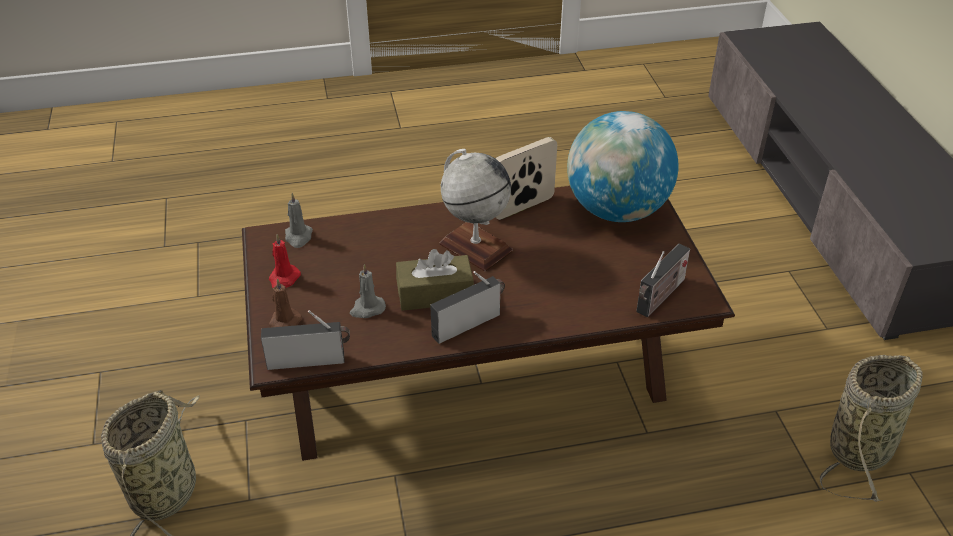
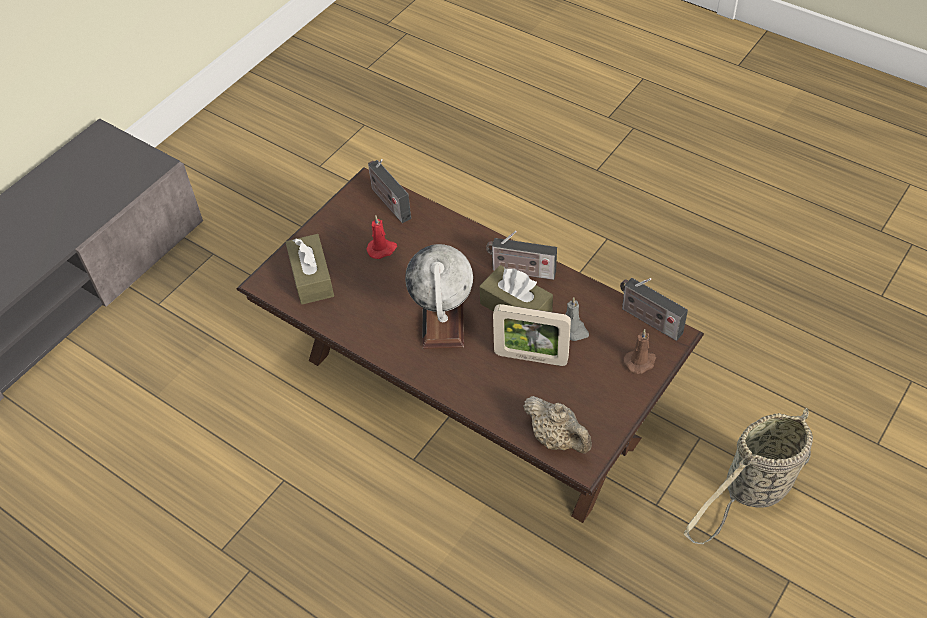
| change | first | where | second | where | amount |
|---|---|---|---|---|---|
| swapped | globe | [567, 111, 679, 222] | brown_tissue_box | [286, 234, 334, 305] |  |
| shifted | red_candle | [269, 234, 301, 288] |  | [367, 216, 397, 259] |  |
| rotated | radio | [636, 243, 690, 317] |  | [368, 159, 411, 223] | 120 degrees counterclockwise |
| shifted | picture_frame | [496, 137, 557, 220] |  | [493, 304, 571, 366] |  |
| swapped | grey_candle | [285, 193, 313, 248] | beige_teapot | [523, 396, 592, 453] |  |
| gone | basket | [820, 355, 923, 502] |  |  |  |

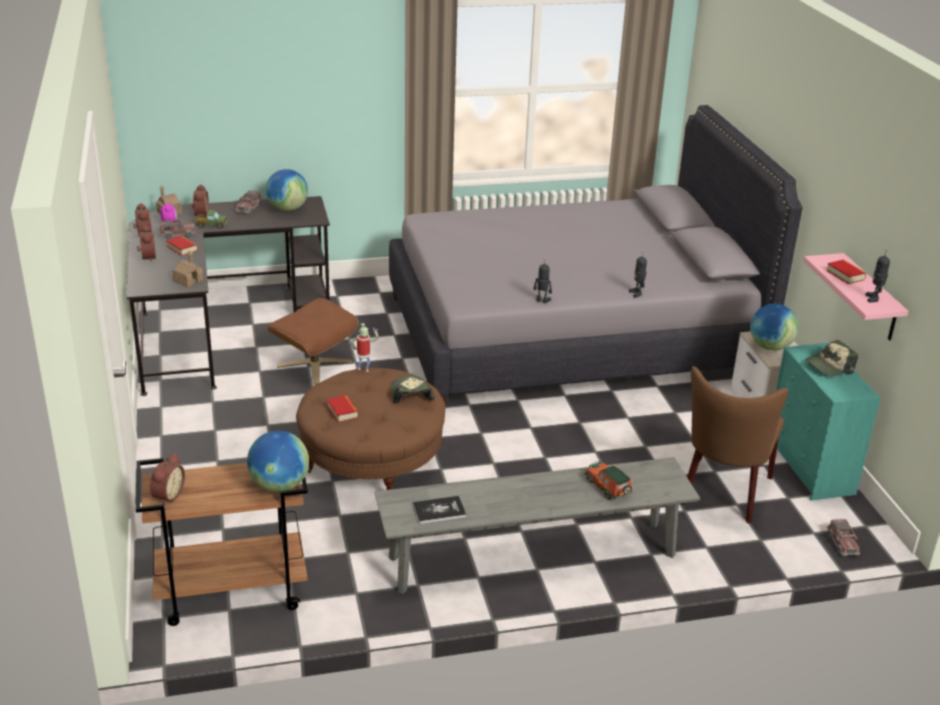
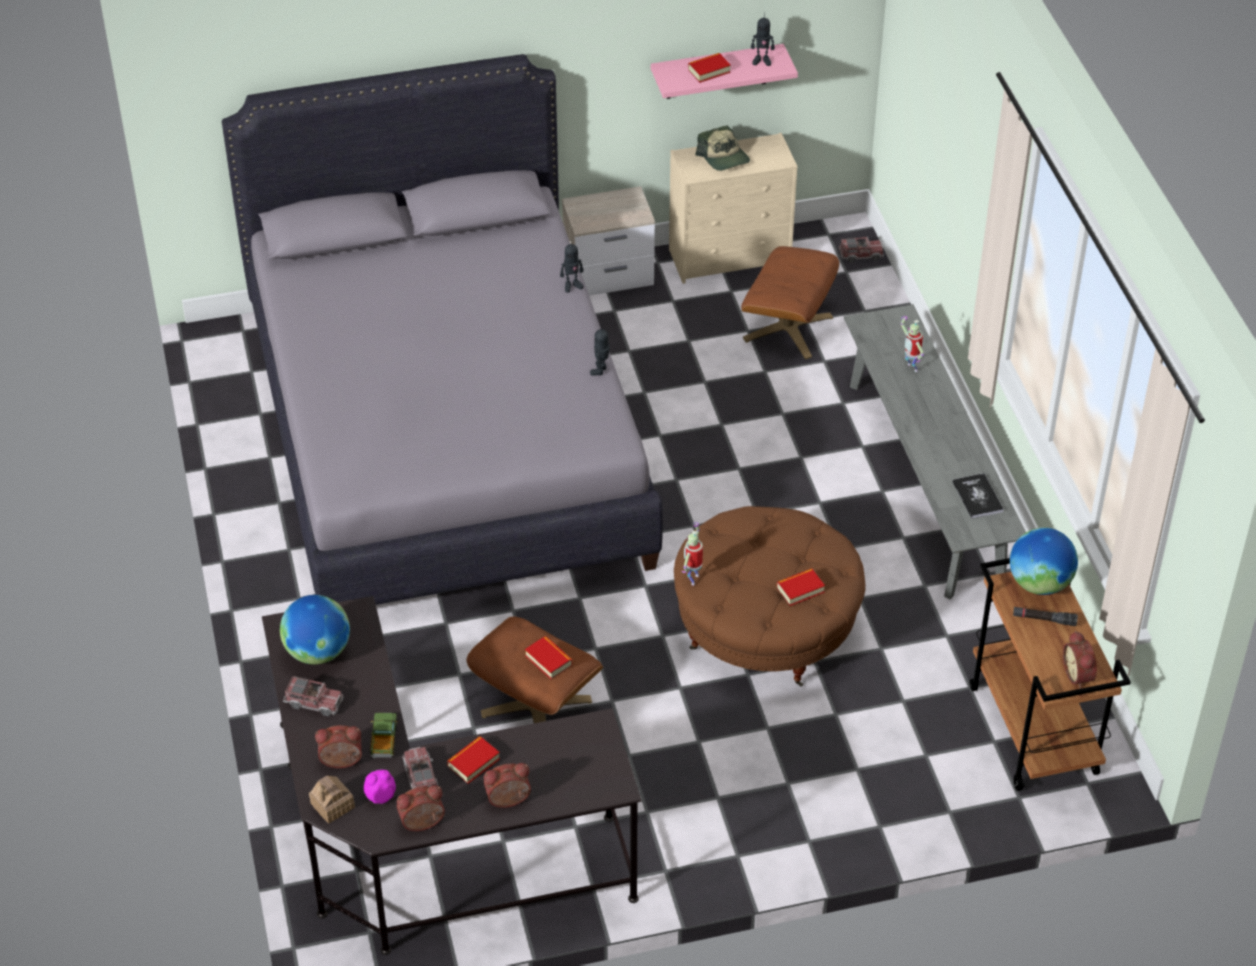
| change | first | where | second | where | amount |
|---|---|---|---|---|---|
| new |  |  | book | [525, 636, 572, 679] |  |
| repainted | turquoise_dresser | [776, 343, 881, 500] | beige_dresser | [669, 133, 797, 284] |  |
| swapped | brown_chair | [681, 366, 788, 523] | brown_ottoman | [741, 246, 839, 359] |  |
| swapped | toy_car | [584, 461, 632, 499] | toy_robot | [901, 316, 924, 372] |  |
| new |  |  | black_flashlight | [1013, 607, 1078, 626] |  |
| rotated | alarm_clock | [150, 453, 185, 505] |  | [1063, 631, 1097, 689] | 120 degrees counterclockwise |
| gone | toy_house | [173, 250, 203, 288] |  |  |  |
| gone | cap | [391, 375, 435, 404] |  |  |  |
| gone | globe | [750, 304, 799, 350] |  |  |  |

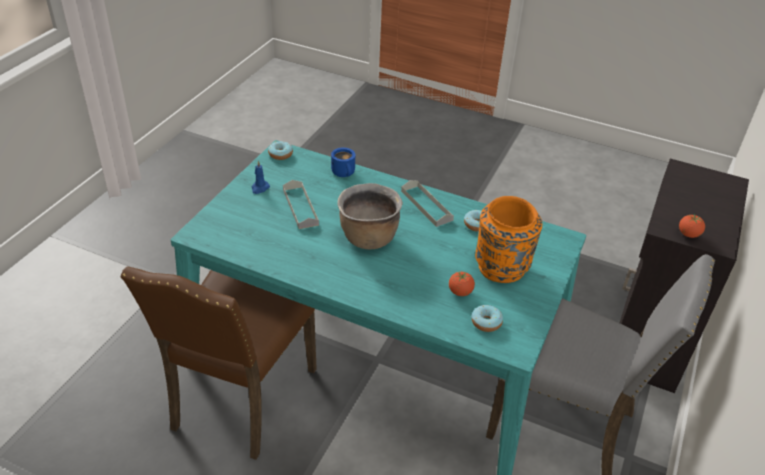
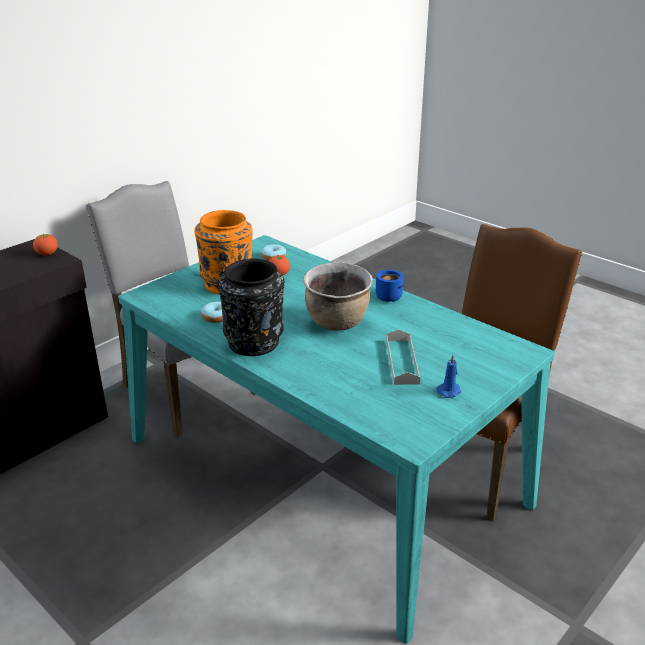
| change | first | where | second | where | amount |
|---|---|---|---|---|---|
| swapped | grey_tray | [401, 180, 454, 227] | black_vase | [218, 258, 284, 356] |  |
| shifted | blue_mug | [331, 148, 355, 177] |  | [376, 270, 404, 302] |  |
| gone | donut | [268, 141, 293, 160] |  |  |  |

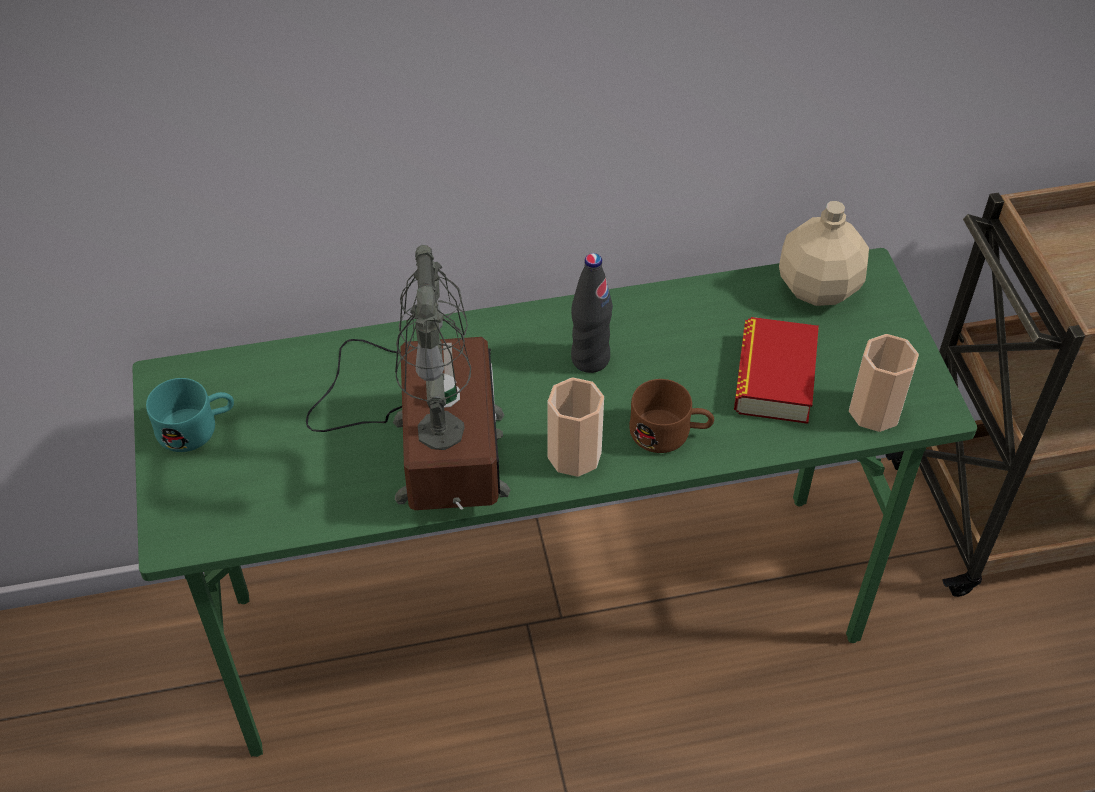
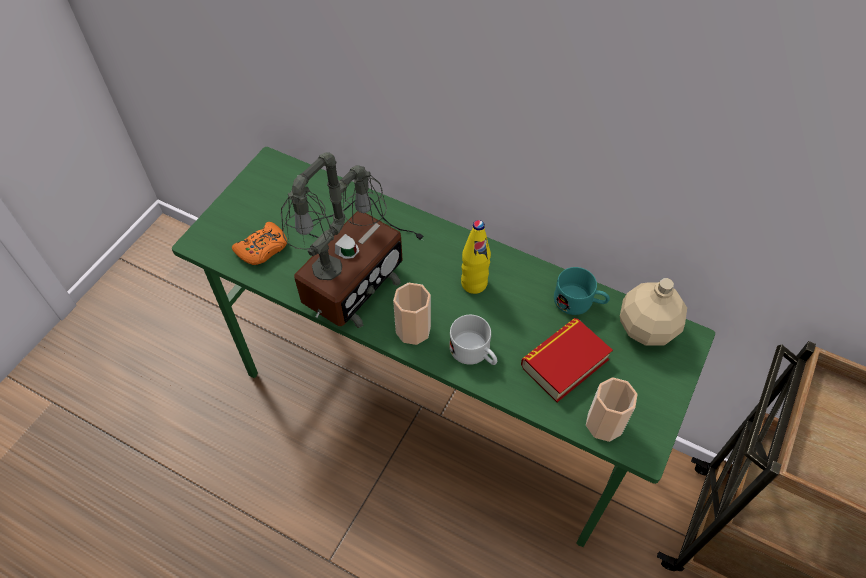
| change | first | where | second | where | amount |
|---|---|---|---|---|---|
| new |  |  | orange_game_controller | [232, 222, 287, 265] |  |
| repainted | brown_mug | [629, 379, 714, 453] | white_mug | [449, 315, 497, 365] |  |
| repainted | black_bottle | [571, 253, 613, 373] | yellow_bottle | [461, 220, 491, 294] |  |
| shifted | turquoise_mug | [146, 378, 234, 452] |  | [554, 267, 610, 315] |  |

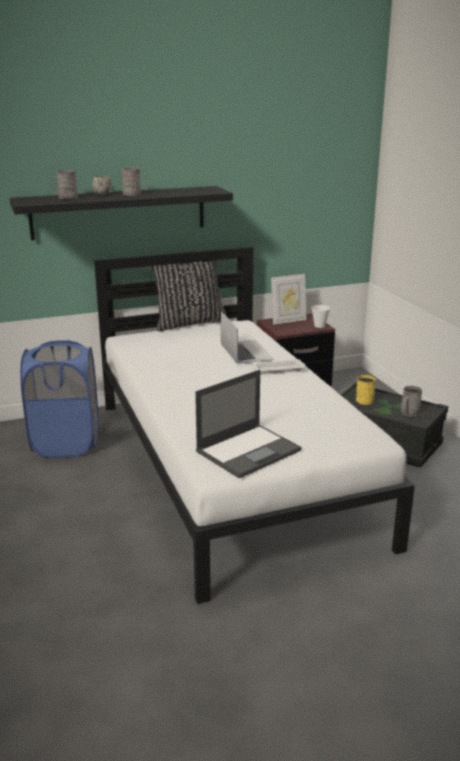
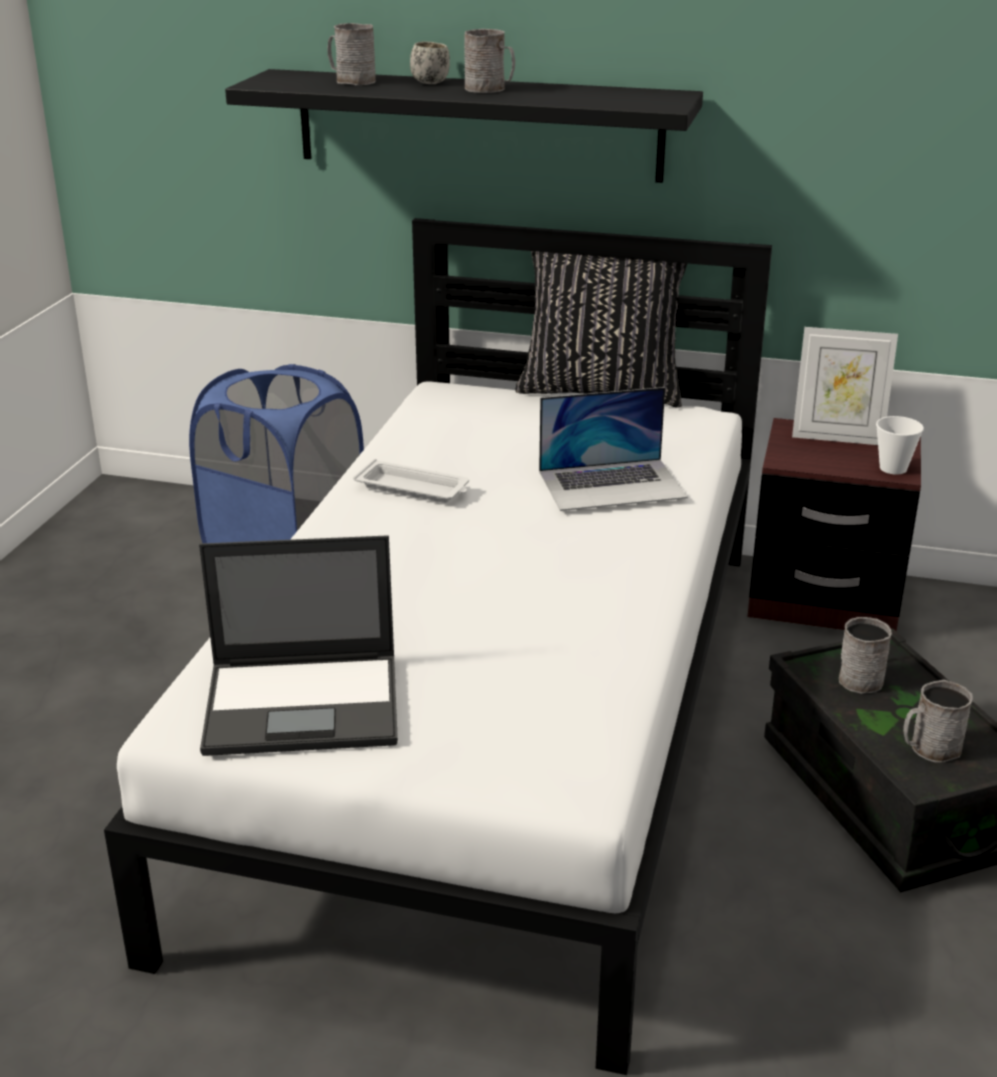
| change | first | where | second | where | amount |
|---|---|---|---|---|---|
| shifted | white_tray | [252, 359, 305, 374] |  | [353, 459, 469, 503] |  |
| rotated | laptop | [221, 311, 274, 364] |  | [539, 387, 688, 511] | 60 degrees clockwise |
| repainted | yellow_mug | [356, 375, 376, 405] | grey_mug | [839, 617, 892, 694] |  |

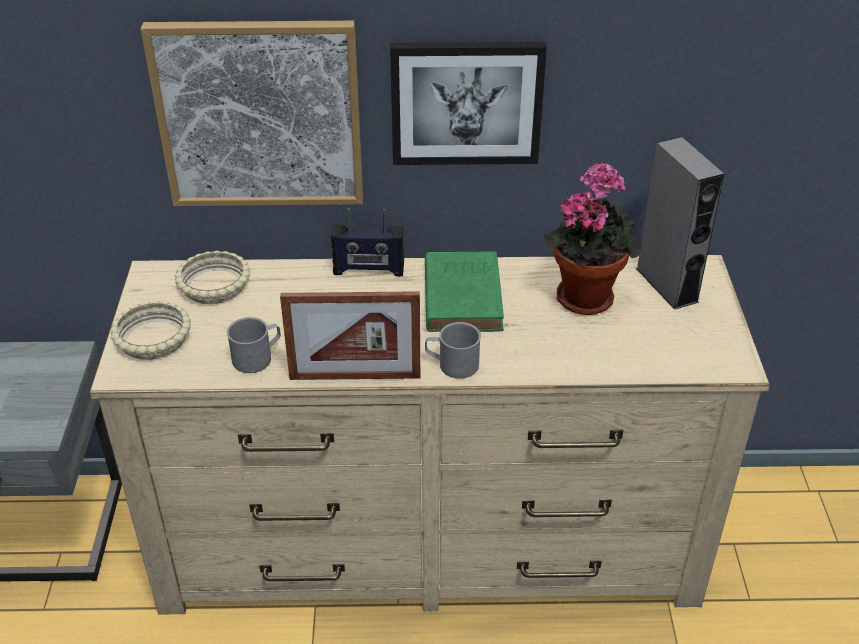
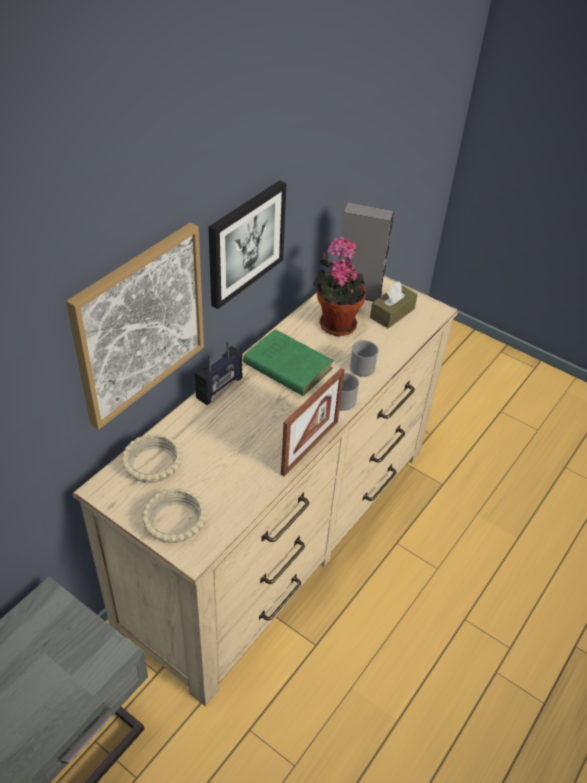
| change | first | where | second | where | amount |
|---|---|---|---|---|---|
| shifted | grey_mug | [227, 317, 281, 373] |  | [350, 340, 379, 377] |  |
| new |  |  | brown_tissue_box | [370, 282, 418, 328] |  |

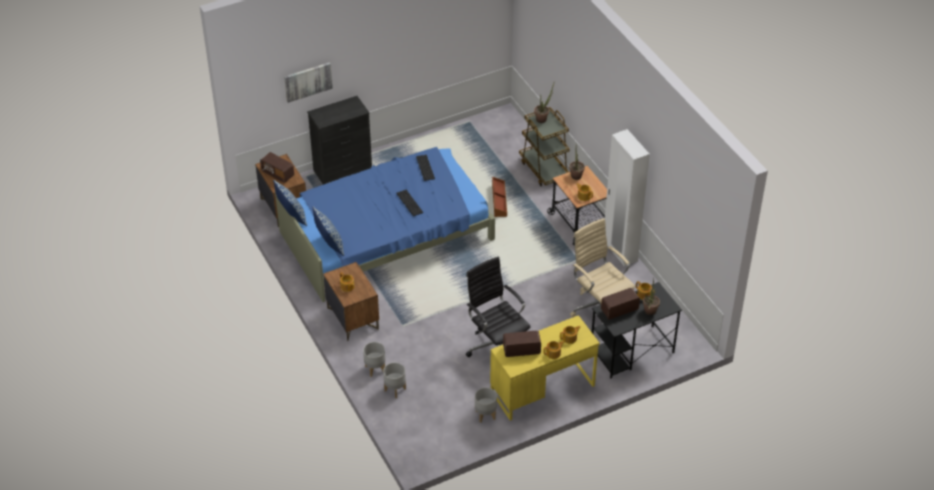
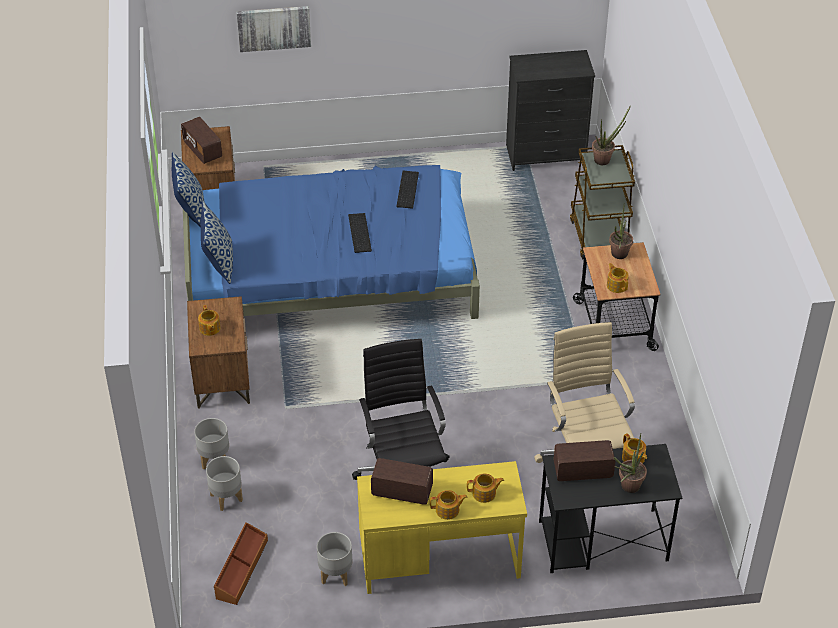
| change | first | where | second | where | amount |
|---|---|---|---|---|---|
| shifted | brown_storage_box | [492, 177, 507, 217] |  | [214, 522, 268, 605] |  |
| shifted | black_dresser | [307, 96, 372, 185] |  | [506, 50, 595, 171] |  |
| gone | white_wardrobe | [605, 129, 650, 266] |  |  |  |

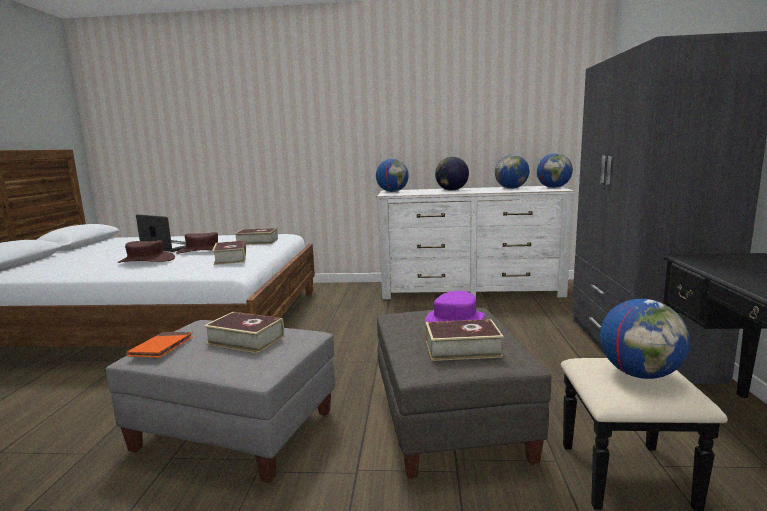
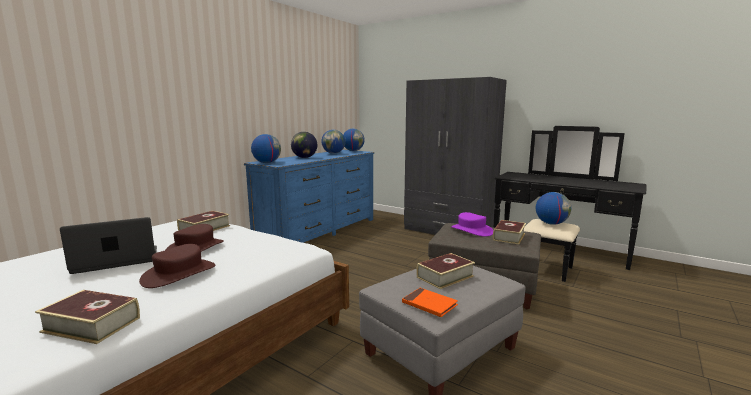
| change | first | where | second | where | amount |
|---|---|---|---|---|---|
| shifted | book | [212, 240, 246, 265] |  | [35, 290, 140, 344] |  |
| repainted | white_dresser | [377, 186, 575, 299] | blue_dresser | [244, 150, 374, 243] |  |

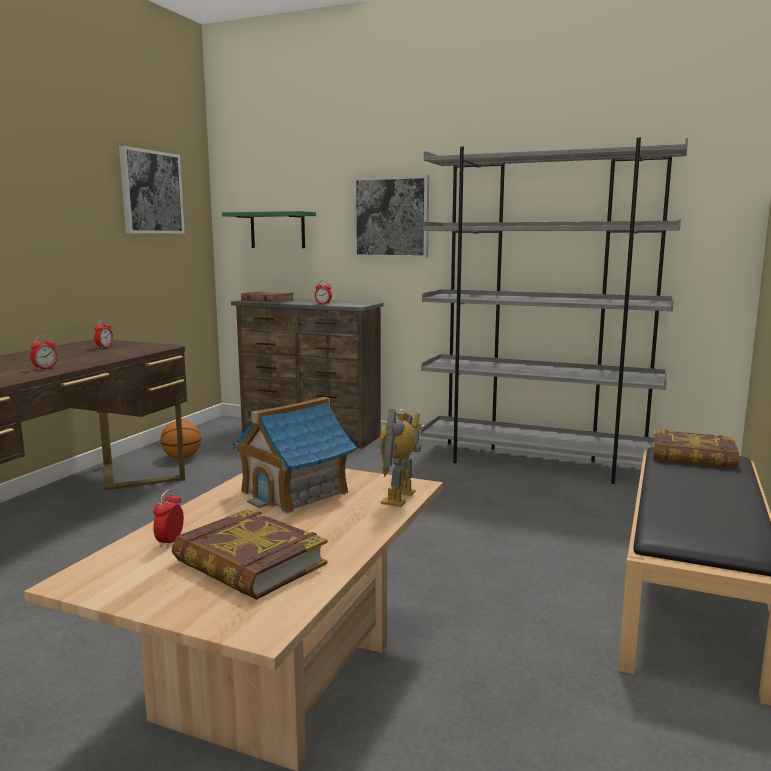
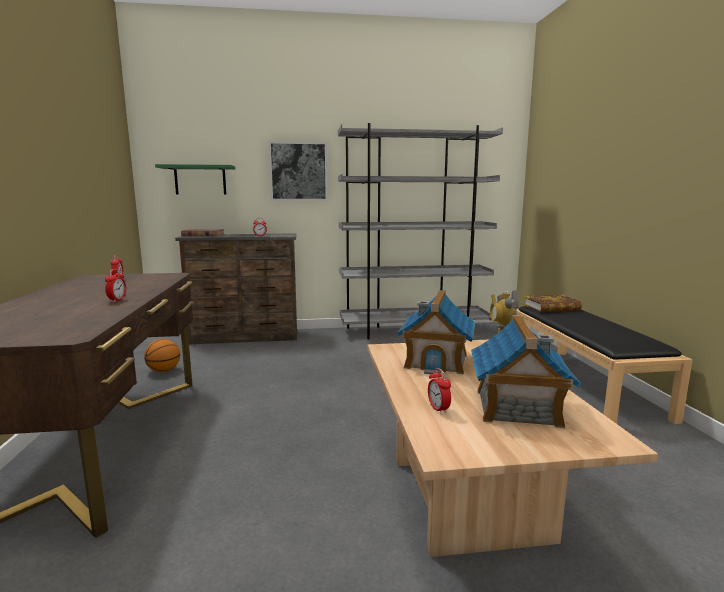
| change | first | where | second | where | amount |
|---|---|---|---|---|---|
| swapped | book | [172, 509, 328, 600] | toy_house | [471, 315, 582, 428] |  |
| gone | picture | [119, 146, 185, 233] |  |  |  |

